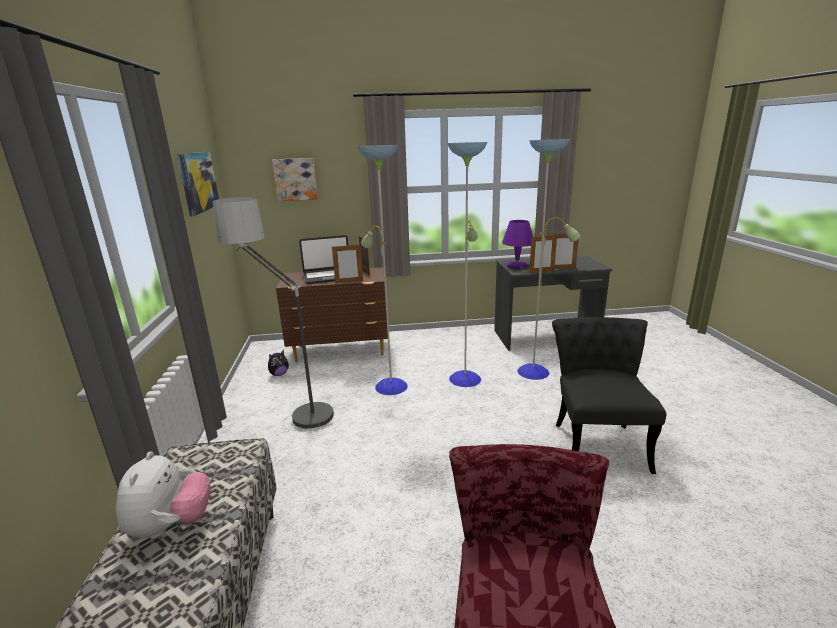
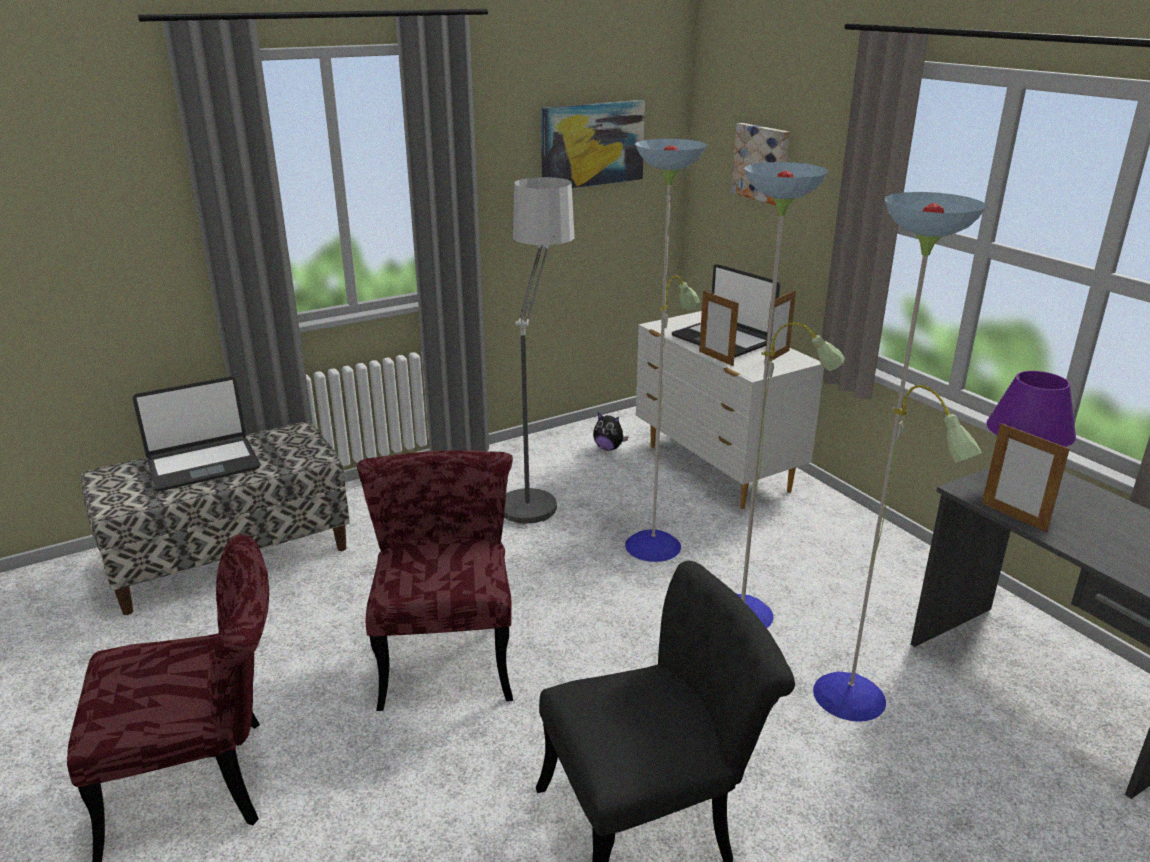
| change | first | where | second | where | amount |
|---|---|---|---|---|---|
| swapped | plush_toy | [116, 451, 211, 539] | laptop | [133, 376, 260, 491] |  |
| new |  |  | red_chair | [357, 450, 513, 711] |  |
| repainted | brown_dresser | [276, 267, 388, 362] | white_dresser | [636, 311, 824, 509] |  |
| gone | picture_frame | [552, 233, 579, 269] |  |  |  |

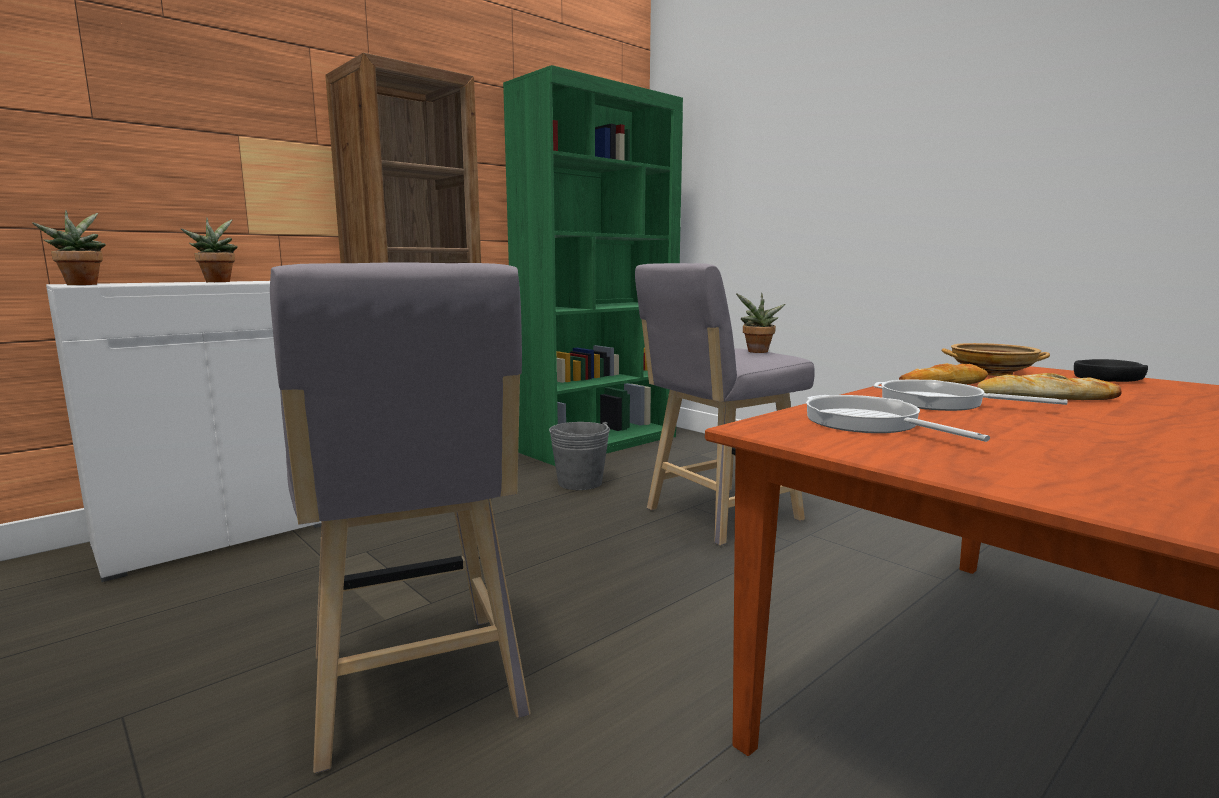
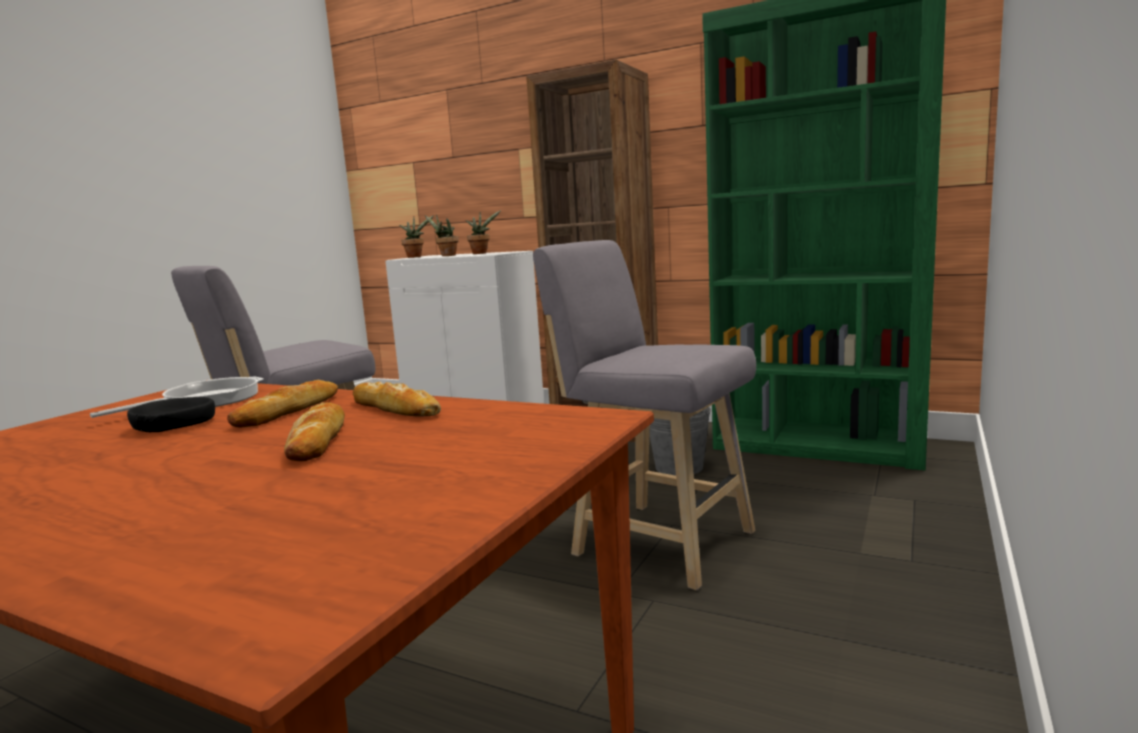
| change | first | where | second | where | amount |
|---|---|---|---|---|---|
| shifted | black_bowl | [1074, 359, 1148, 382] |  | [127, 397, 215, 433] |  |
| swapped | frying_pan | [874, 380, 1068, 411] | bread | [227, 380, 338, 427] |  |
| shifted | potted_plant | [736, 293, 786, 353] |  | [425, 214, 459, 256] |  |
| gone | beige_bowl | [942, 343, 1050, 376] |  |  |  |

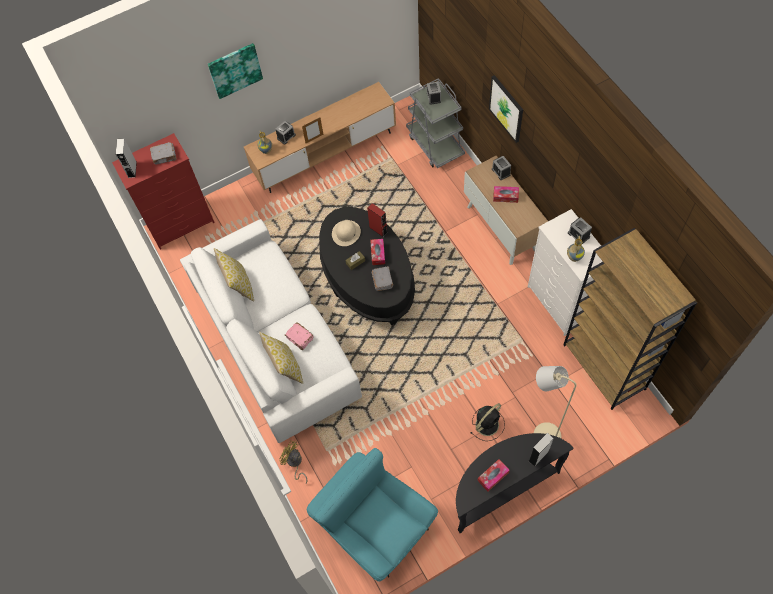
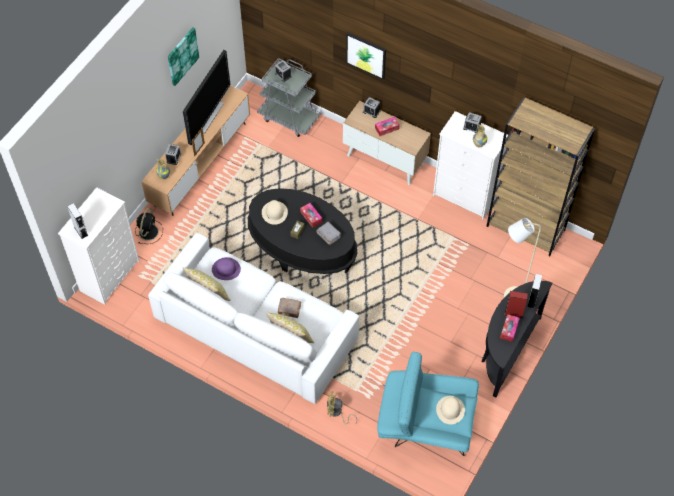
| change | first | where | second | where | amount |
|---|---|---|---|---|---|
| repainted | red_dresser | [112, 133, 215, 250] | white_dresser | [58, 187, 139, 305] |  |
| shifted | black_fan | [471, 403, 505, 441] |  | [135, 208, 163, 244] |  |
| shifted | picture | [208, 43, 263, 99] |  | [168, 27, 199, 86] |  |
| new |  |  | television | [183, 50, 230, 145] |  |
| new |  |  | purple_hat | [212, 257, 241, 280] |  |
| repainted | pink_book | [285, 322, 314, 350] | brown_book | [278, 298, 301, 318] |  |
| new |  |  | beige_hat | [436, 396, 465, 424] |  |
| shifted | red_speaker | [367, 203, 388, 237] |  | [505, 291, 528, 318] |  |
| gone | grey_book | [150, 142, 177, 165] |  |  |  |

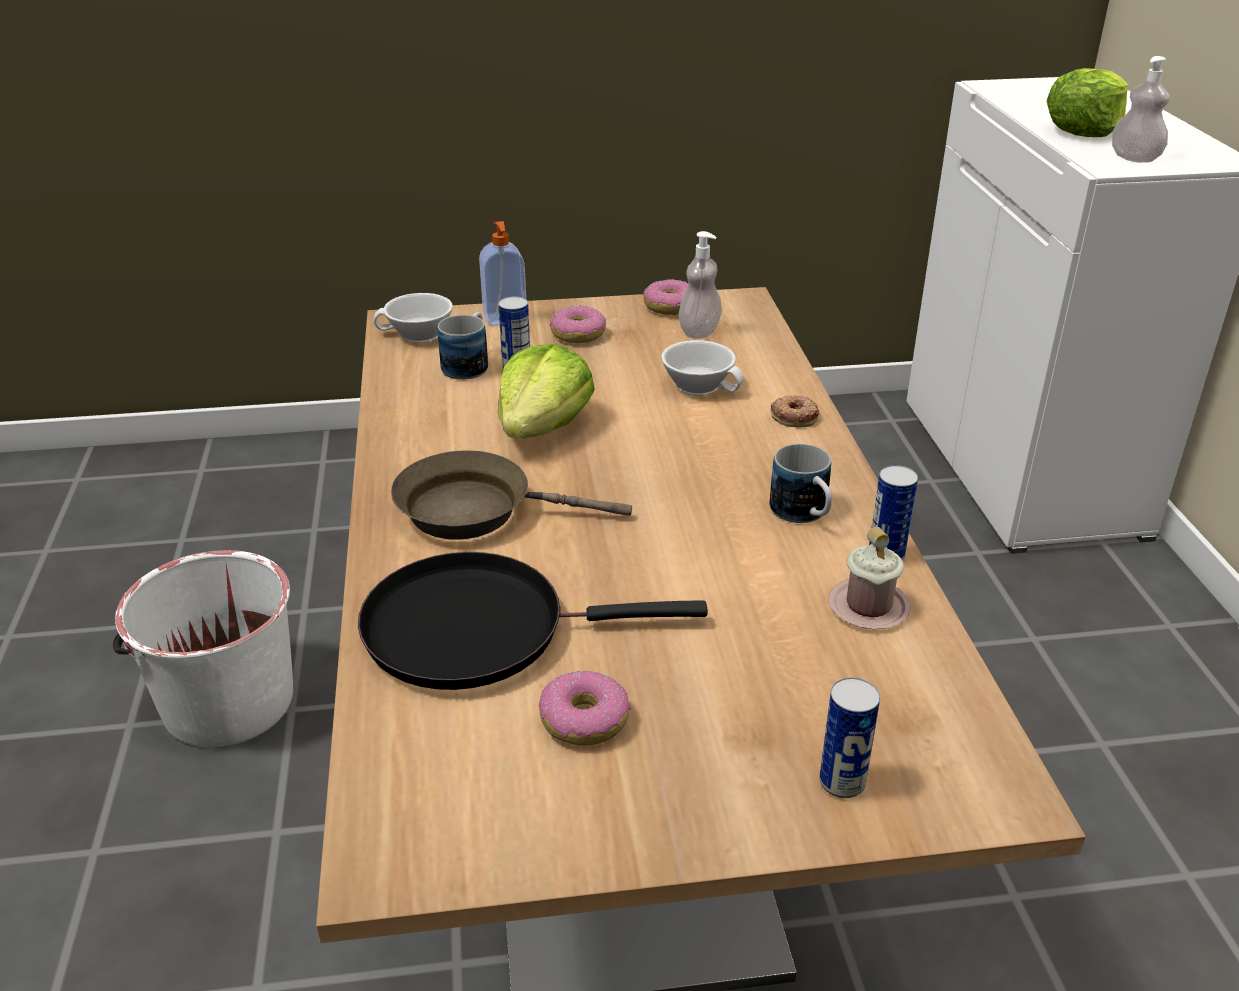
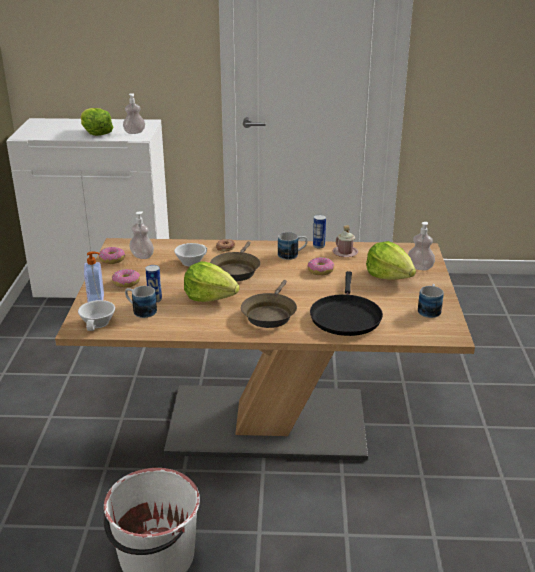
| change | first | where | second | where | amount |
|---|---|---|---|---|---|
| new |  |  | brown_frying_pan | [210, 241, 260, 281] |  |
| shifted | donut | [539, 670, 631, 746] |  | [307, 257, 334, 275] |  |
| new |  |  | lettuce | [366, 241, 416, 280] |  |
| swapped | can | [819, 678, 880, 798] | soap_dispenser | [408, 222, 435, 270] |  |
| new |  |  | mug | [418, 284, 443, 318] |  |

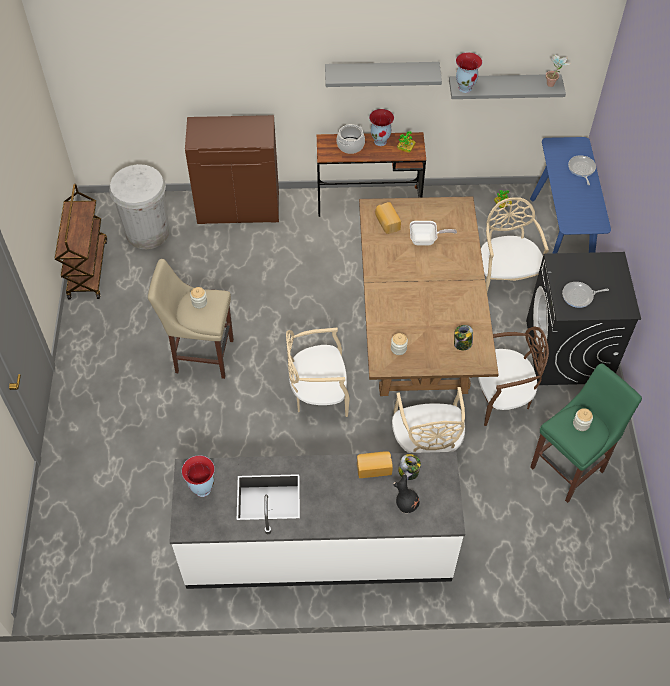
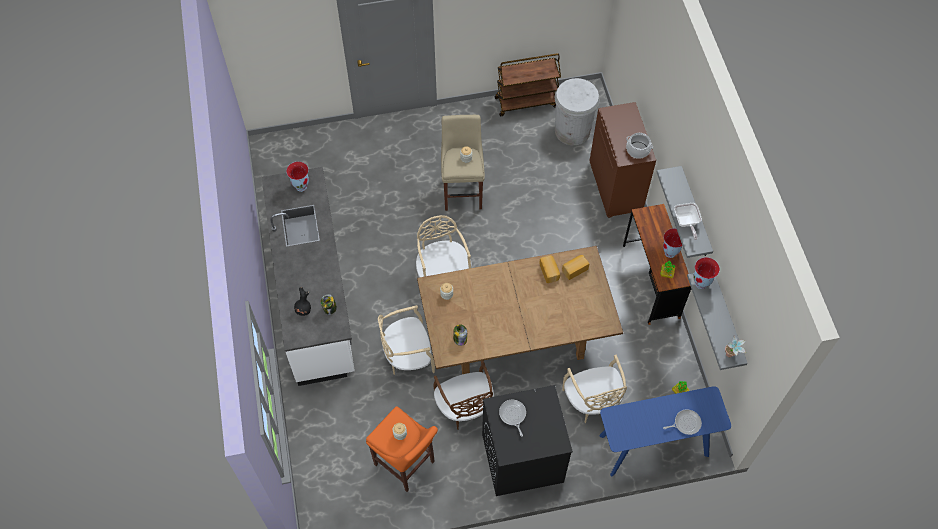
| change | first | where | second | where | amount |
|---|---|---|---|---|---|
| repainted | green_stool | [530, 363, 642, 503] | orange_stool | [366, 406, 438, 492] |  |
| shifted | bread | [357, 451, 393, 478] |  | [539, 255, 560, 283] |  |
| rotated | beige_chair | [481, 197, 549, 292] |  | [562, 355, 627, 423] | 90 degrees clockwise |
| shifted | cooking_pot | [336, 124, 365, 154] |  | [626, 133, 653, 159] |  |
| shifted | frying_pan | [410, 221, 457, 245] |  | [674, 203, 702, 240] |  |

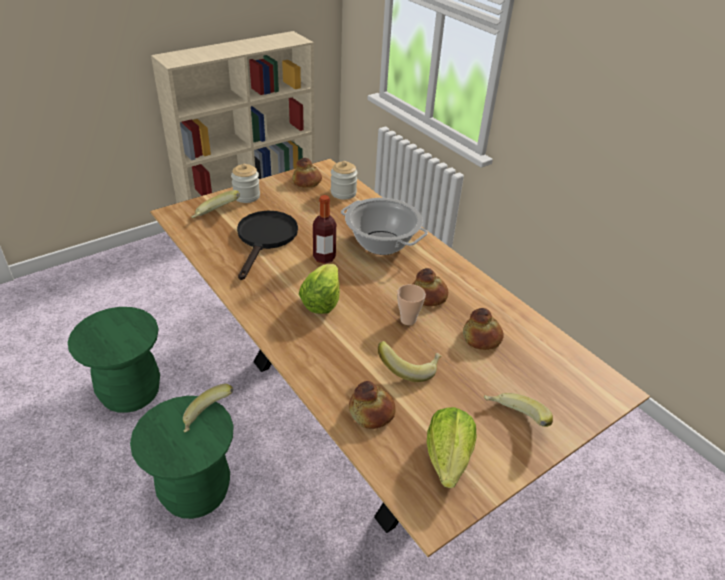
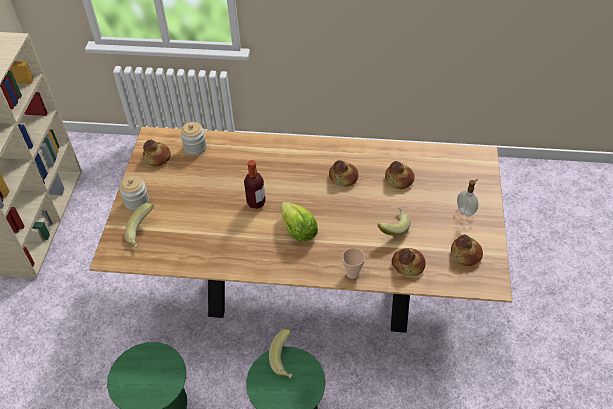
| change | first | where | second | where | amount |
|---|---|---|---|---|---|
| shifted | cup | [397, 284, 426, 325] |  | [342, 248, 365, 279] |  |
| swapped | lettuce | [427, 407, 476, 488] | bread | [451, 235, 483, 266] |  |
| swapped | banana | [484, 393, 553, 427] | soap_dispenser | [457, 179, 479, 216] |  |
| gone | black_frying_pan | [237, 211, 298, 280] |  |  |  |
| gone | cooking_pot | [341, 198, 428, 255] |  |  |  |

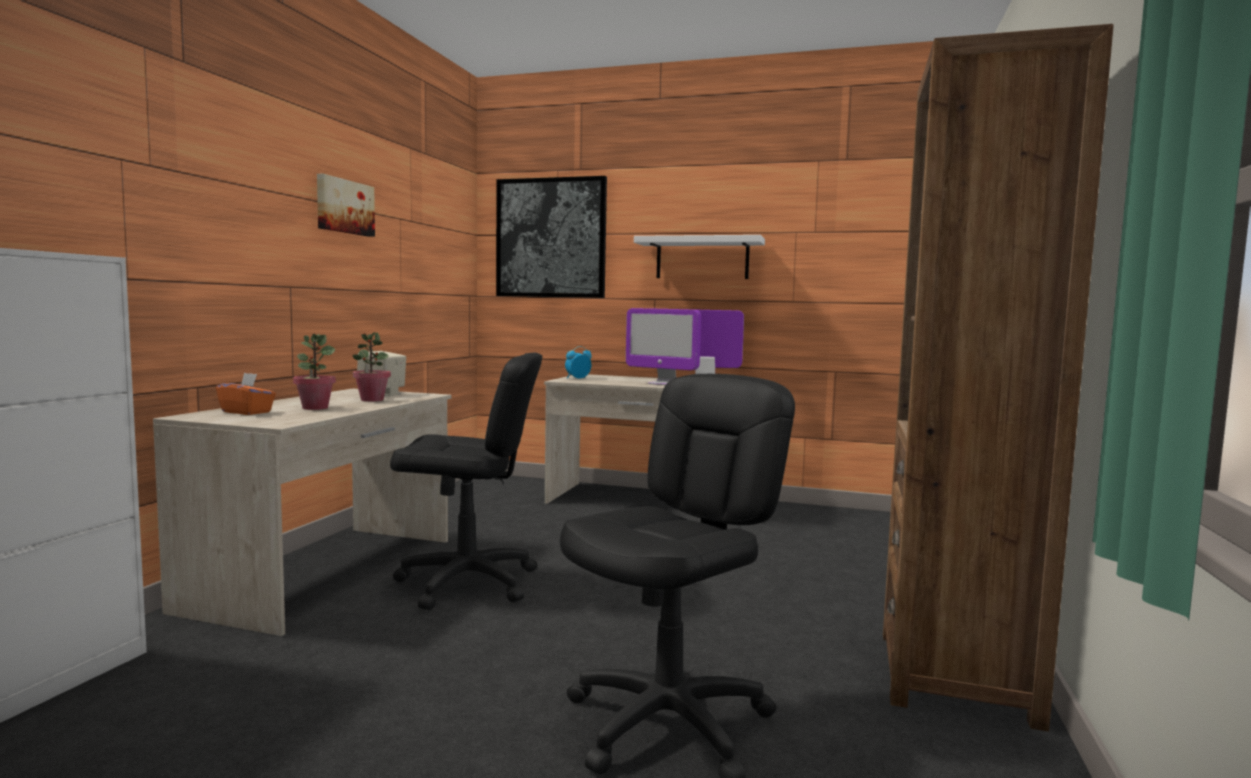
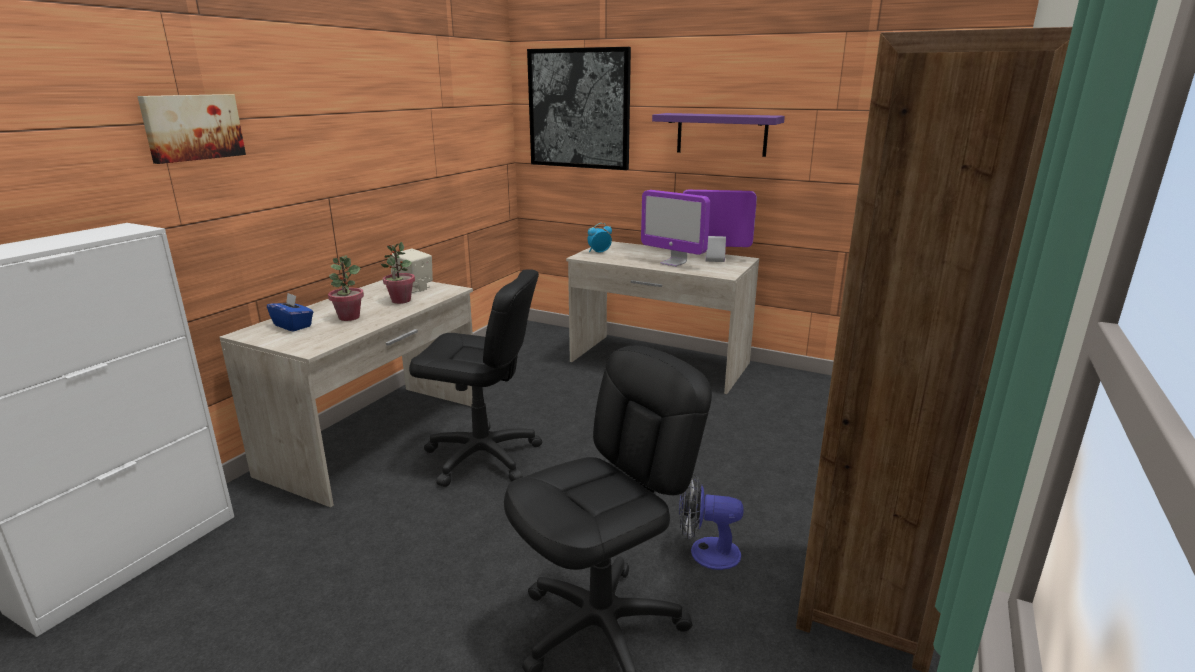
| change | first | where | second | where | amount |
|---|---|---|---|---|---|
| shifted | picture | [317, 174, 375, 237] |  | [137, 94, 246, 164] |  |
| repainted | orange_tissue_box | [216, 373, 276, 415] | blue_tissue_box | [267, 293, 313, 332] |  |
| repainted | white_shelf | [634, 235, 765, 279] | purple_shelf | [652, 113, 785, 157] |  |
| new |  |  | fan | [679, 473, 744, 570] |  |

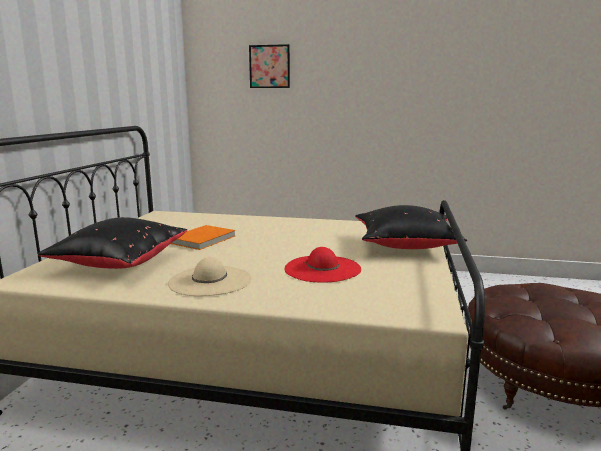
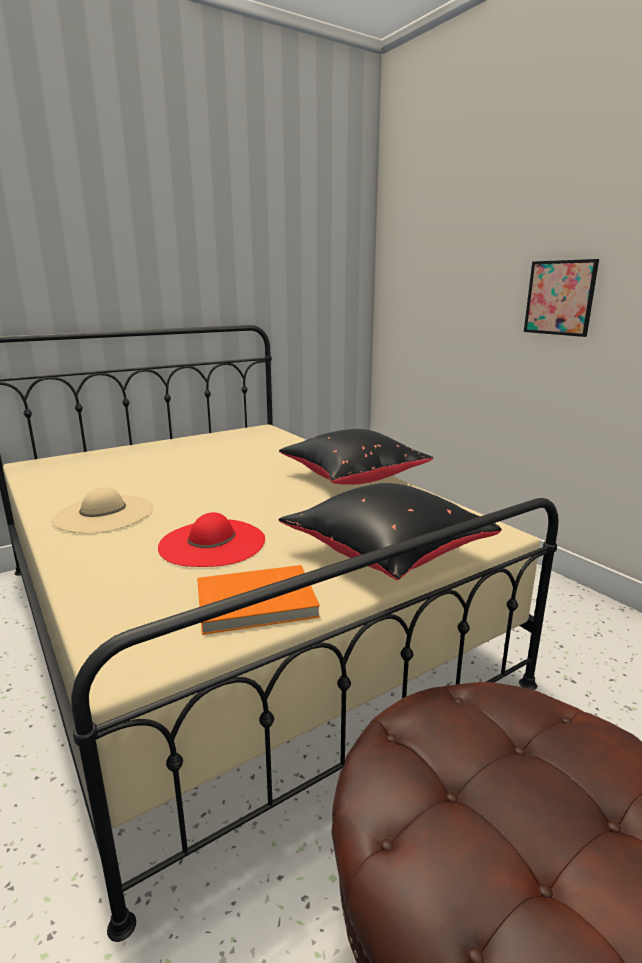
| change | first | where | second | where | amount |
|---|---|---|---|---|---|
| shifted | orange_book | [171, 225, 235, 250] |  | [197, 565, 320, 635] |  |
| shifted | black_pillow | [38, 217, 188, 269] |  | [279, 429, 433, 485] |  |
| shifted | picture | [249, 44, 290, 88] |  | [524, 259, 599, 337] |  |

